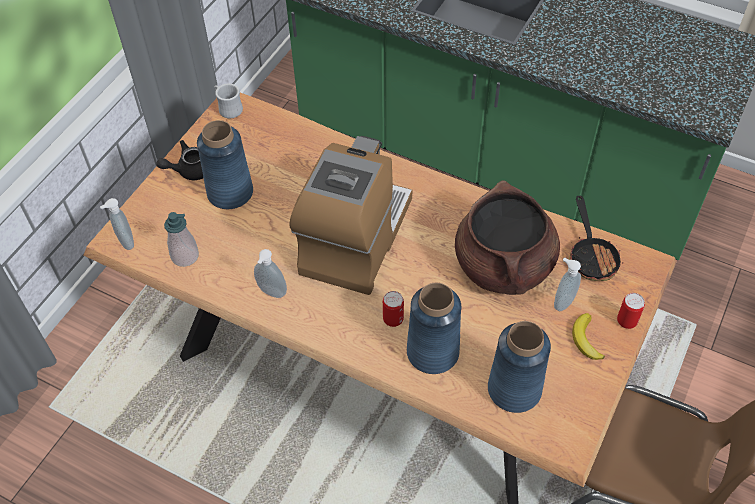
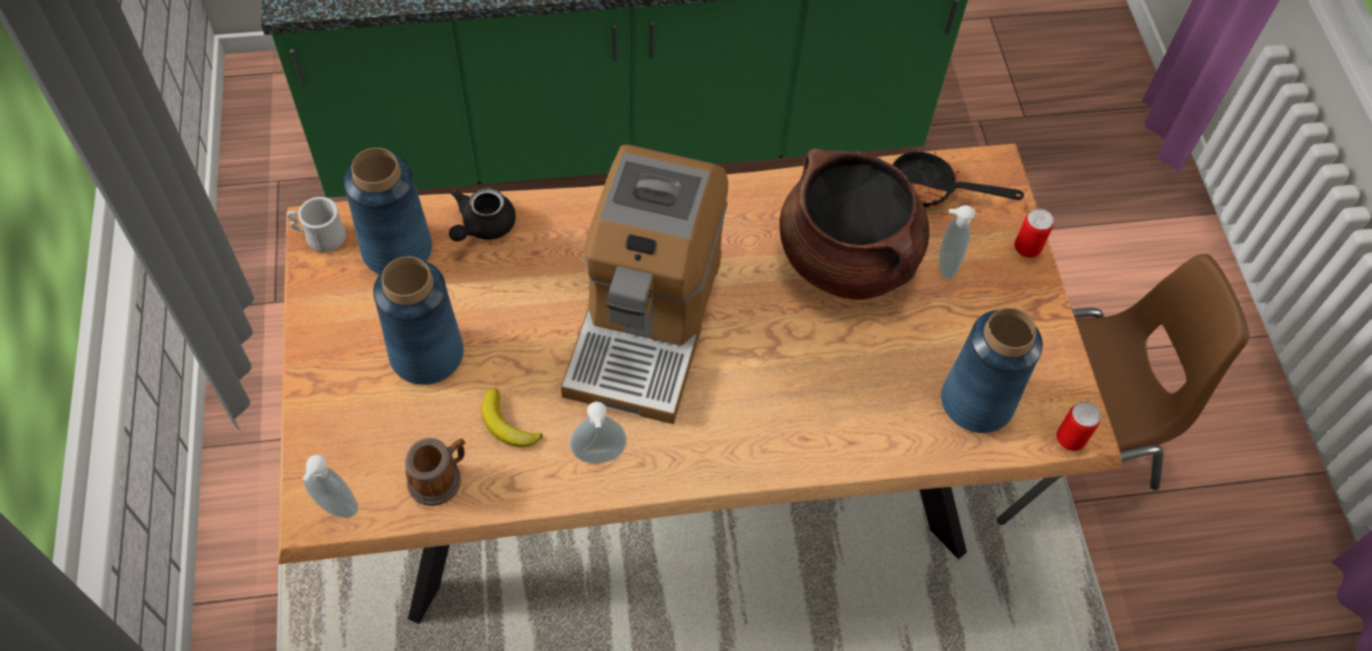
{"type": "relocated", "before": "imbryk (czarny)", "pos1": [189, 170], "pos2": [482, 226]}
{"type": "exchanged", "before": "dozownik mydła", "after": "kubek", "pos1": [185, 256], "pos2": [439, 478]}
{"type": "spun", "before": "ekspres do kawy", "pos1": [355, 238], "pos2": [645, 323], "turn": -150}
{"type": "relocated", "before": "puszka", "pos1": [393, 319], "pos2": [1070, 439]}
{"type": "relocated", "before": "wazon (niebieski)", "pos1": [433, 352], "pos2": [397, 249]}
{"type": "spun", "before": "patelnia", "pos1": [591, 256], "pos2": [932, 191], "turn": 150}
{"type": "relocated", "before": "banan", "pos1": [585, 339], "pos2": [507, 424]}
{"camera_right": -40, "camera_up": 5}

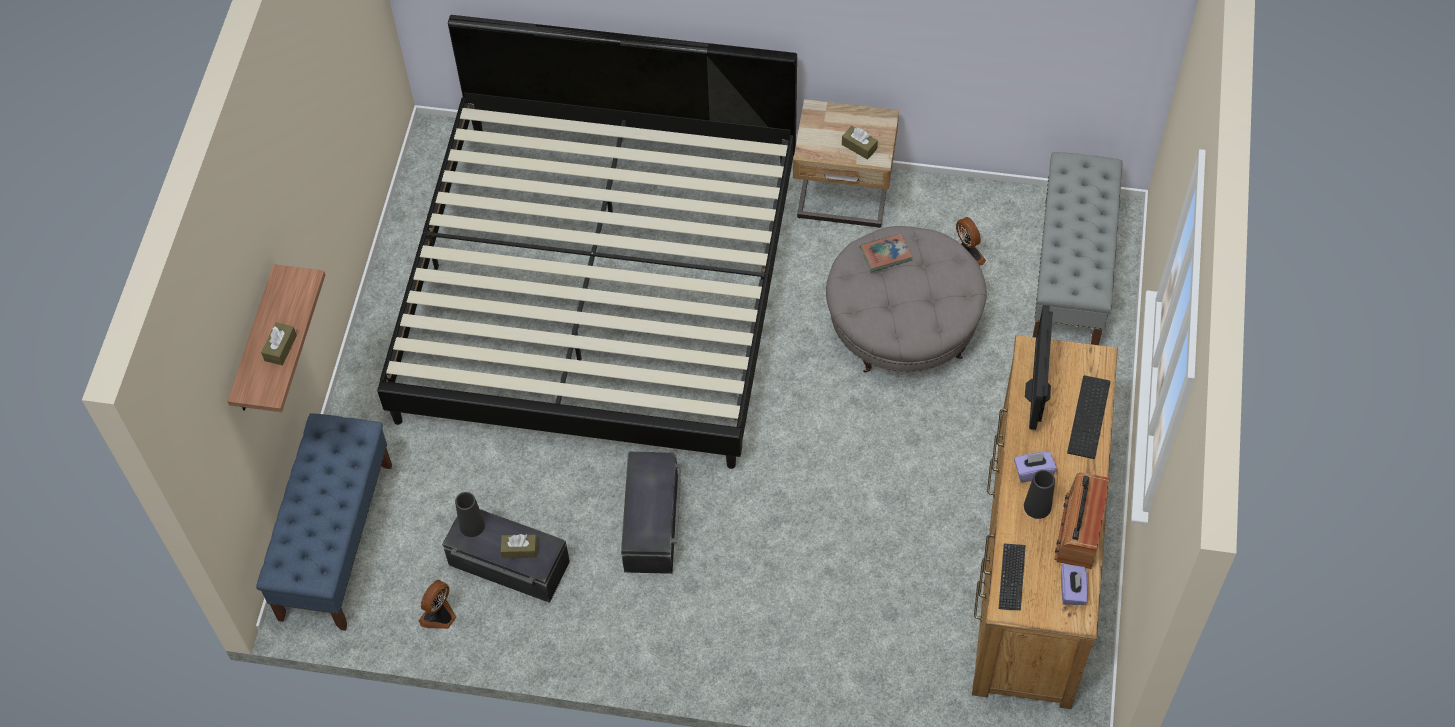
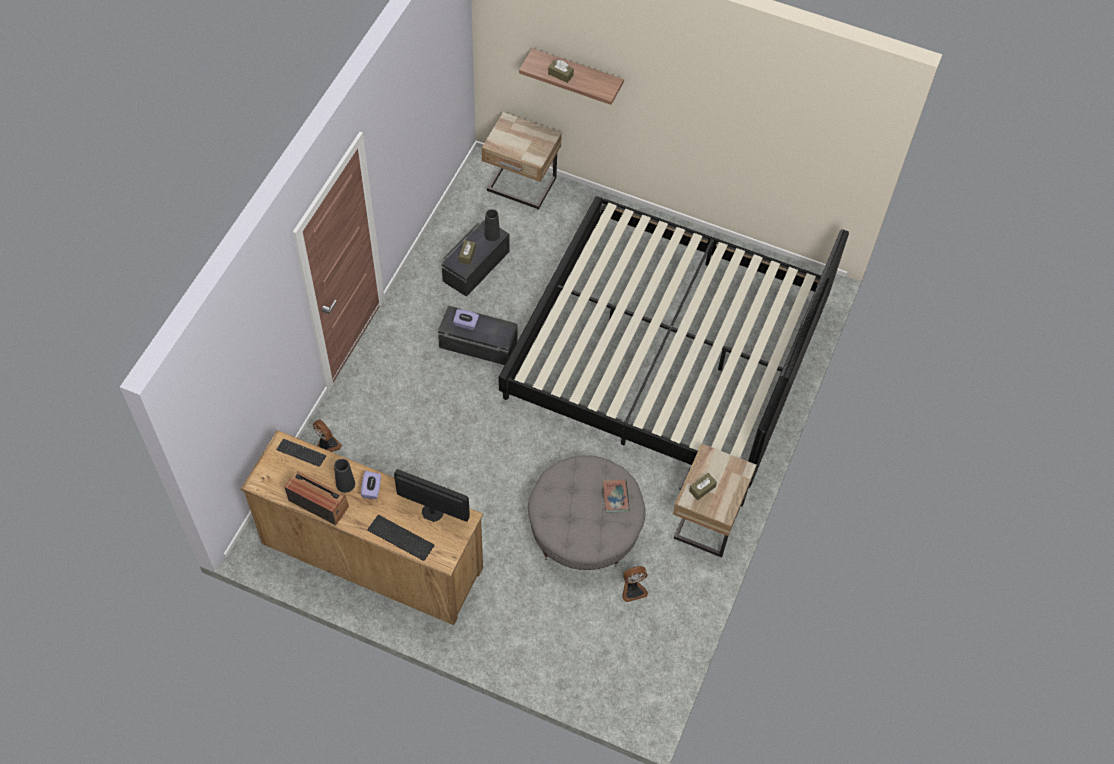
{"type": "exchanged", "before": "ławka (niebieski)", "after": "szafka nocna (beżowy)", "pos1": [336, 540], "pos2": [521, 186]}
{"type": "relocated", "before": "wentylator", "pos1": [440, 616], "pos2": [327, 445]}
{"type": "missing", "before": "ławka (szary)", "pos1": [1071, 274]}
{"type": "relocated", "before": "pudełko chusteczek (fioletowy)", "pos1": [1072, 590], "pos2": [466, 324]}
{"camera_right": 100, "camera_up": 0}

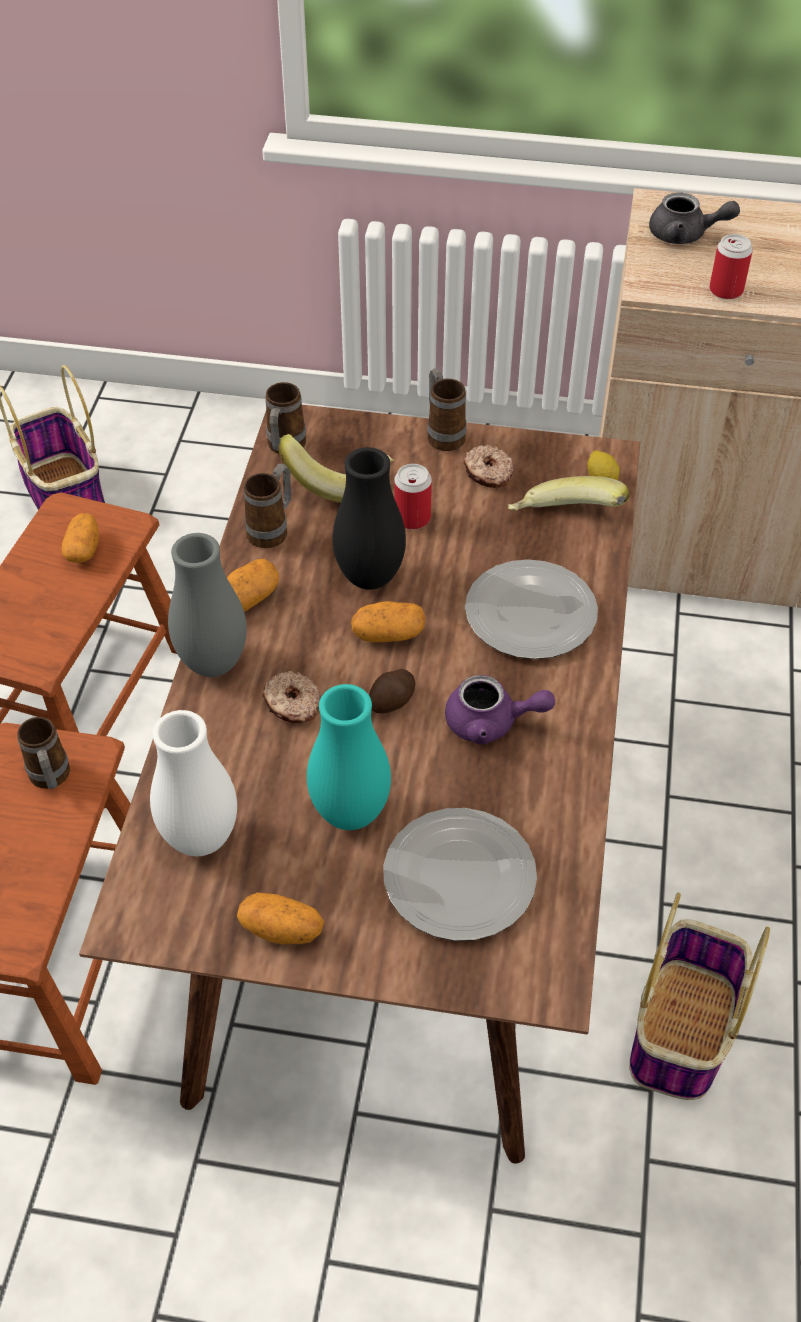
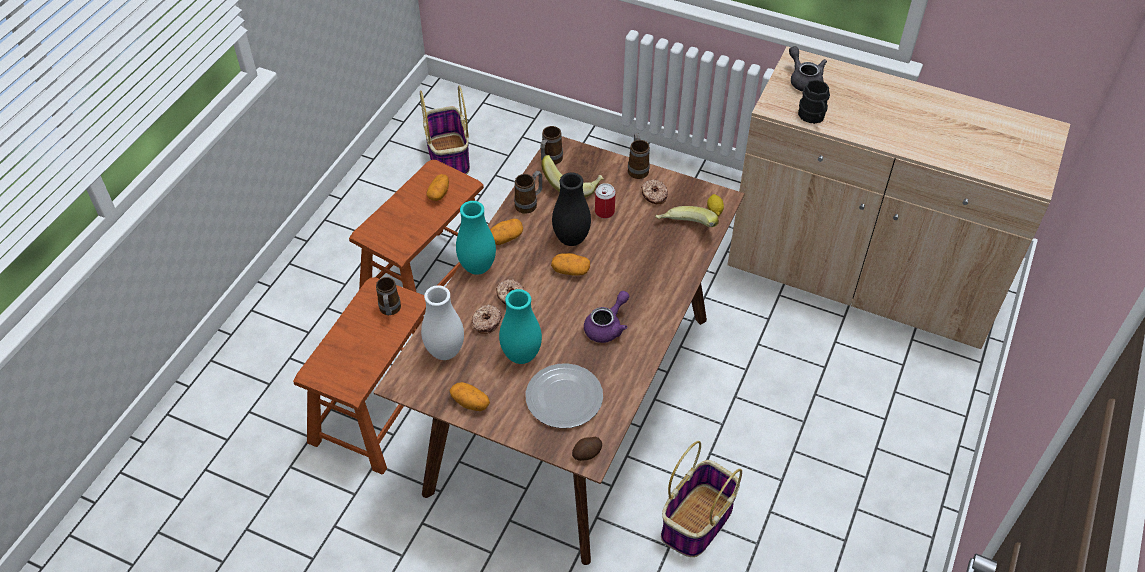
{"type": "colour", "before": "wazon (szary)", "after": "wazon (turkusowy)", "pos1": [213, 663], "pos2": [477, 267]}
{"type": "relocated", "before": "ziemniak", "pos1": [393, 701], "pos2": [587, 453]}
{"type": "spun", "before": "imbryk (fioletowy)", "pos1": [491, 723], "pos2": [607, 327], "turn": -75}
{"type": "missing", "before": "talerz", "pos1": [530, 612]}
{"type": "spun", "before": "imbryk (szary)", "pos1": [685, 235], "pos2": [804, 80], "turn": -150}
{"type": "exchanged", "before": "puszka", "after": "kubek (czarny)", "pos1": [726, 290], "pos2": [813, 117]}
{"type": "appeared", "after": "donut", "pos2": [486, 322]}
{"camera_right": 15, "camera_up": 0}

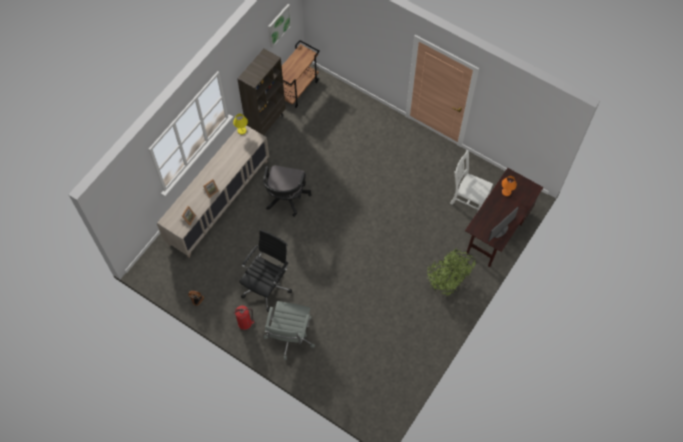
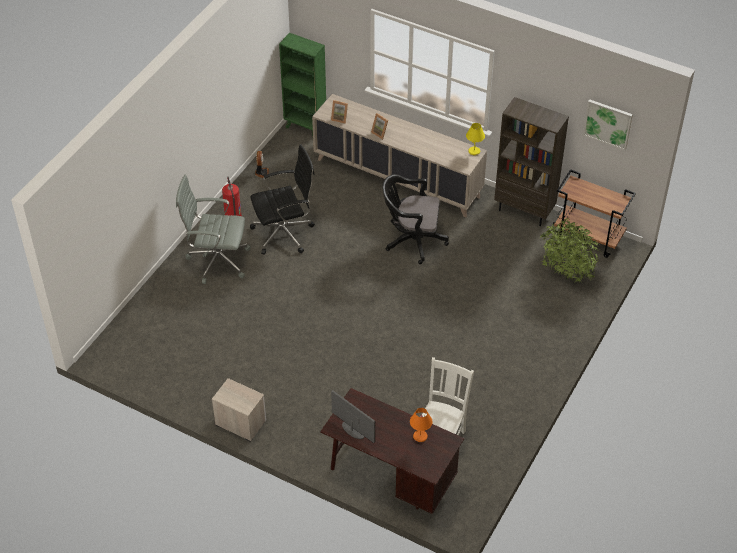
{"type": "spun", "before": "krzesło biurowe (czarny)", "pos1": [267, 285], "pos2": [285, 233], "turn": -45}
{"type": "relocated", "before": "roślina doniczkowa", "pos1": [448, 282], "pos2": [565, 273]}
{"type": "appeared", "after": "szafka nocna", "pos2": [240, 422]}
{"type": "appeared", "after": "regał (zielony)", "pos2": [305, 128]}
{"camera_right": 85, "camera_up": -15}

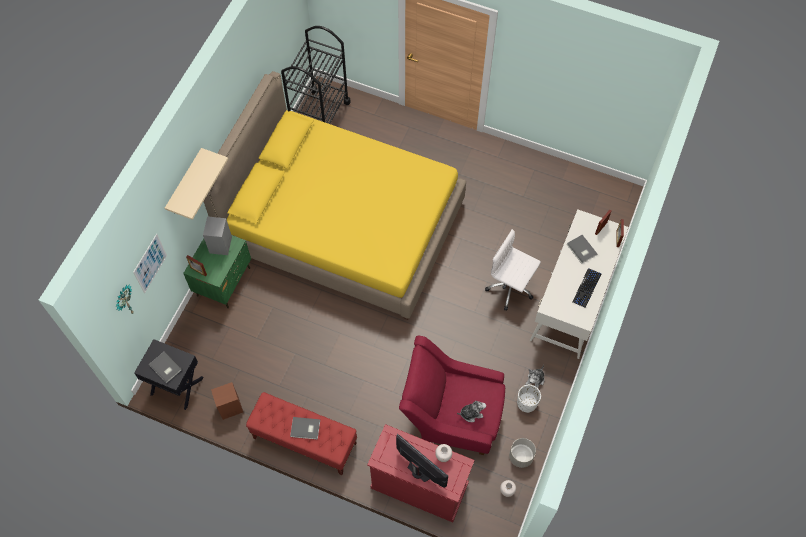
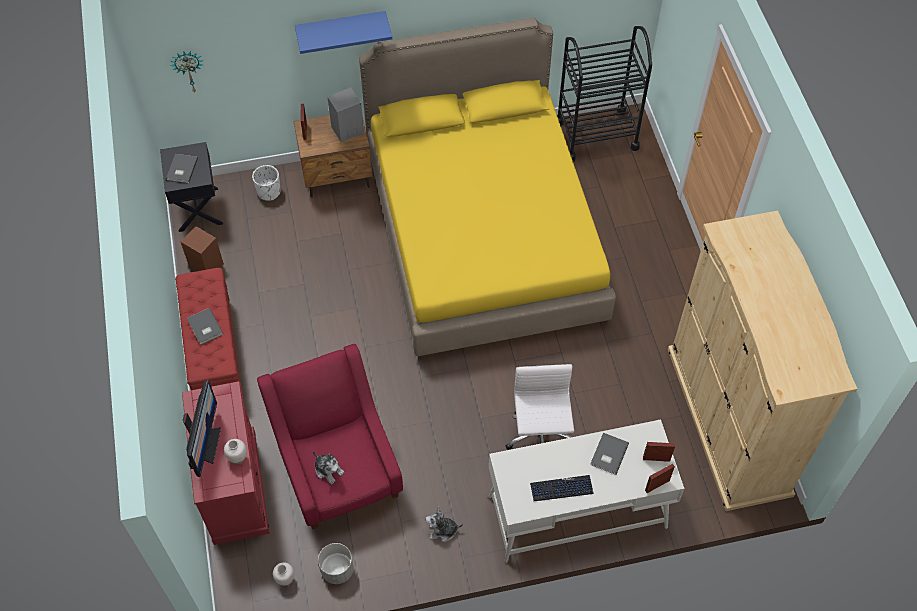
{"type": "missing", "before": "obraz", "pos1": [150, 263]}
{"type": "colour", "before": "półka (beżowy)", "after": "półka (niebieski)", "pos1": [185, 183], "pos2": [341, 28]}
{"type": "colour", "before": "szafka nocna (zielony)", "after": "szafka nocna (brązowy)", "pos1": [224, 281], "pos2": [337, 176]}
{"type": "relocated", "before": "donica (biały)", "pos1": [526, 403], "pos2": [269, 192]}
{"type": "appeared", "after": "szafa (beżowy)", "pos2": [728, 420]}
{"camera_right": 55, "camera_up": -5}

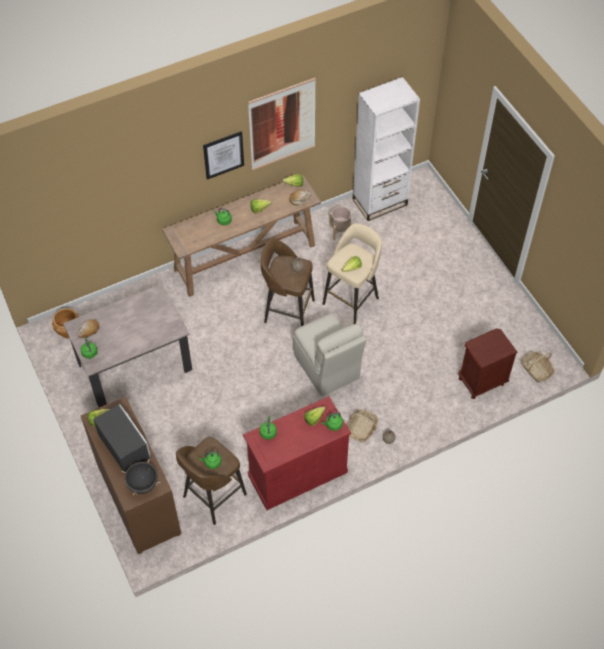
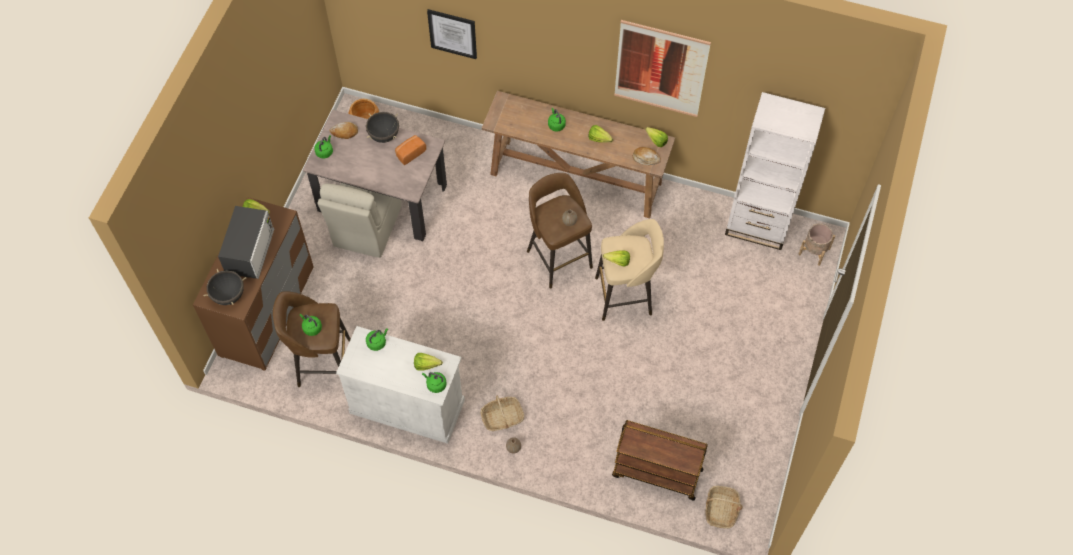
{"type": "relocated", "before": "obraz", "pos1": [223, 154], "pos2": [452, 33]}
{"type": "colour", "before": "szafka (czerwony)", "after": "szafka (biały)", "pos1": [297, 473], "pos2": [407, 406]}
{"type": "relocated", "before": "krzesło (beżowy)", "pos1": [327, 368], "pos2": [366, 227]}
{"type": "relocated", "before": "donica (beżowy)", "pos1": [340, 231], "pos2": [814, 251]}
{"type": "exchanged", "before": "szafka nocna (brązowy)", "after": "wózek (brązowy)", "pos1": [481, 381], "pos2": [656, 473]}
{"type": "appeared", "after": "garnek (czarny)", "pos2": [384, 135]}
{"type": "appeared", "after": "chleb", "pos2": [410, 153]}
{"camera_right": 45, "camera_up": 5}

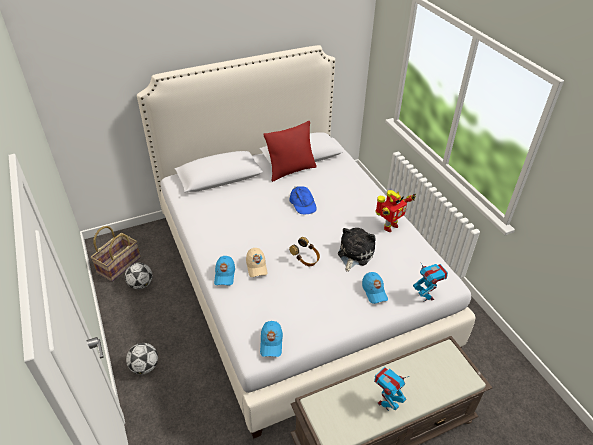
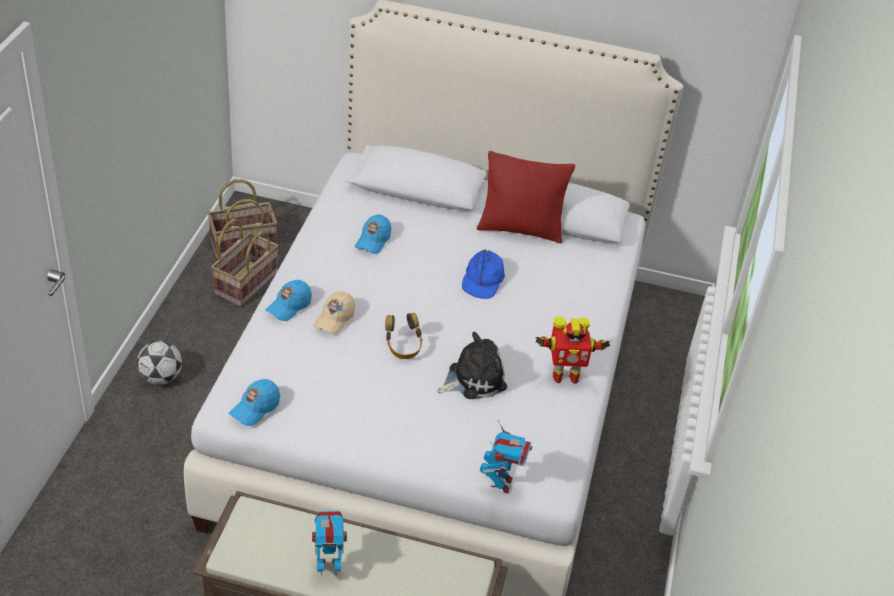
{"type": "exchanged", "before": "piłka futbolowa", "after": "koszyk", "pos1": [141, 284], "pos2": [245, 283]}
{"type": "relocated", "before": "czapka z daszkiem (niebieski)", "pos1": [374, 291], "pos2": [373, 241]}
{"camera_right": 35, "camera_up": 0}

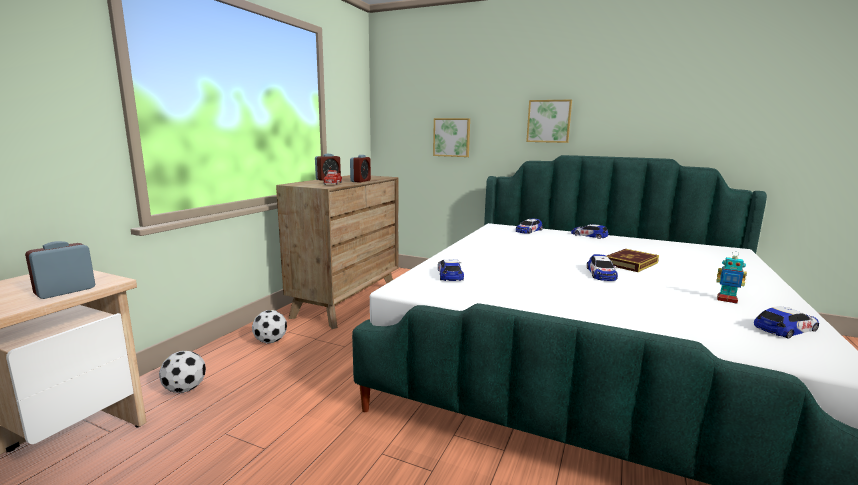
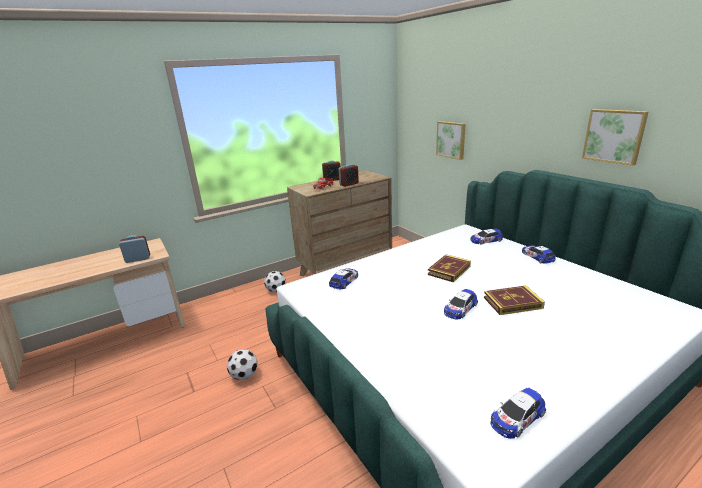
{"type": "relocated", "before": "piłka futbolowa", "pos1": [185, 389], "pos2": [244, 375]}
{"type": "relocated", "before": "obraz", "pos1": [549, 121], "pos2": [614, 136]}
{"type": "missing", "before": "robot zabawkowy", "pos1": [727, 300]}
{"type": "spun", "before": "samochodzik", "pos1": [785, 328], "pos2": [517, 417], "turn": 135}
{"type": "appeared", "after": "książka", "pos2": [449, 270]}
{"camera_right": 35, "camera_up": 10}

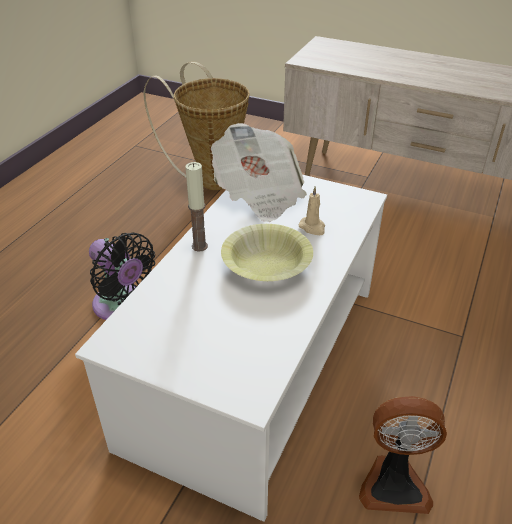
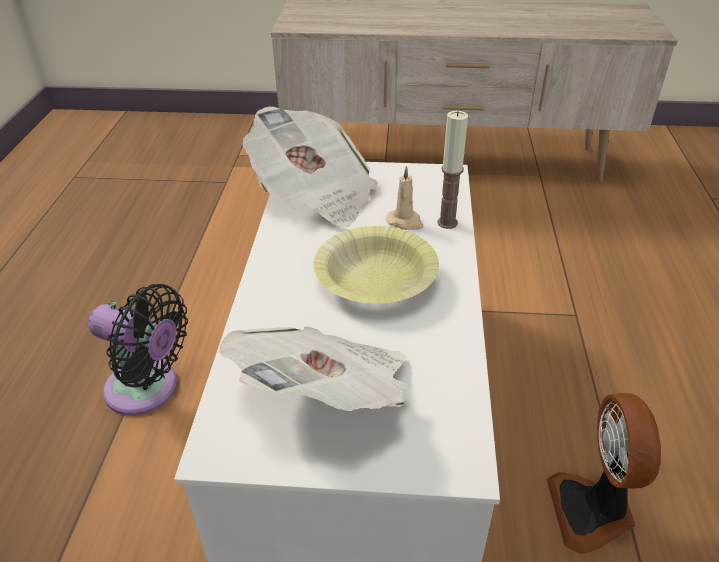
{"type": "missing", "before": "koszyk", "pos1": [210, 179]}
{"type": "relocated", "before": "świeca", "pos1": [199, 246], "pos2": [447, 222]}
{"type": "spun", "before": "wentylator", "pos1": [394, 483], "pos2": [592, 511], "turn": 105}
{"type": "appeared", "after": "gazeta", "pos2": [328, 396]}
{"camera_right": -20, "camera_up": 0}

